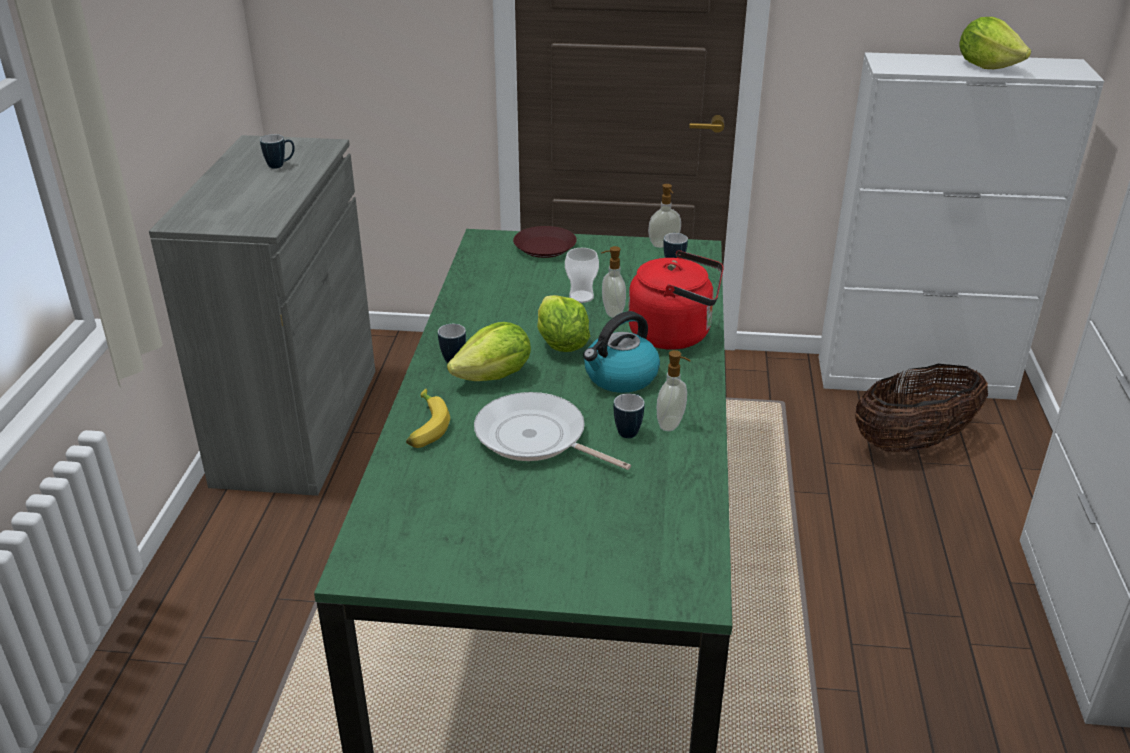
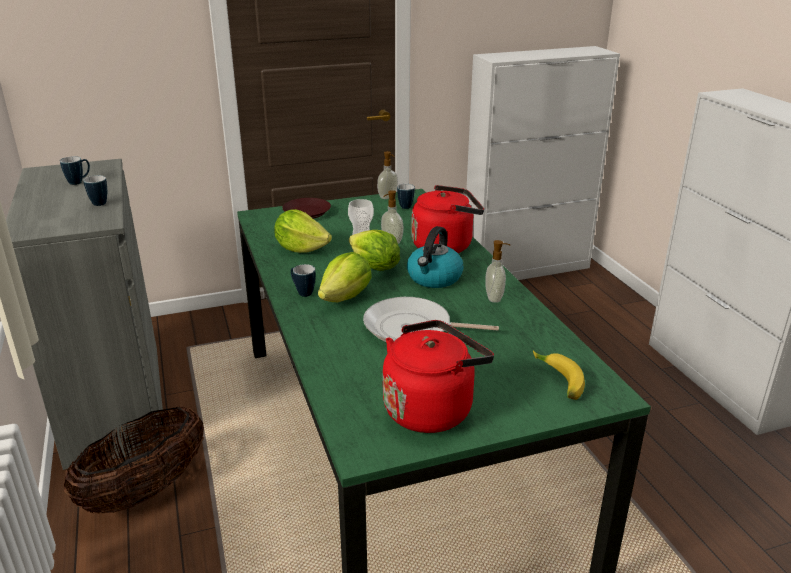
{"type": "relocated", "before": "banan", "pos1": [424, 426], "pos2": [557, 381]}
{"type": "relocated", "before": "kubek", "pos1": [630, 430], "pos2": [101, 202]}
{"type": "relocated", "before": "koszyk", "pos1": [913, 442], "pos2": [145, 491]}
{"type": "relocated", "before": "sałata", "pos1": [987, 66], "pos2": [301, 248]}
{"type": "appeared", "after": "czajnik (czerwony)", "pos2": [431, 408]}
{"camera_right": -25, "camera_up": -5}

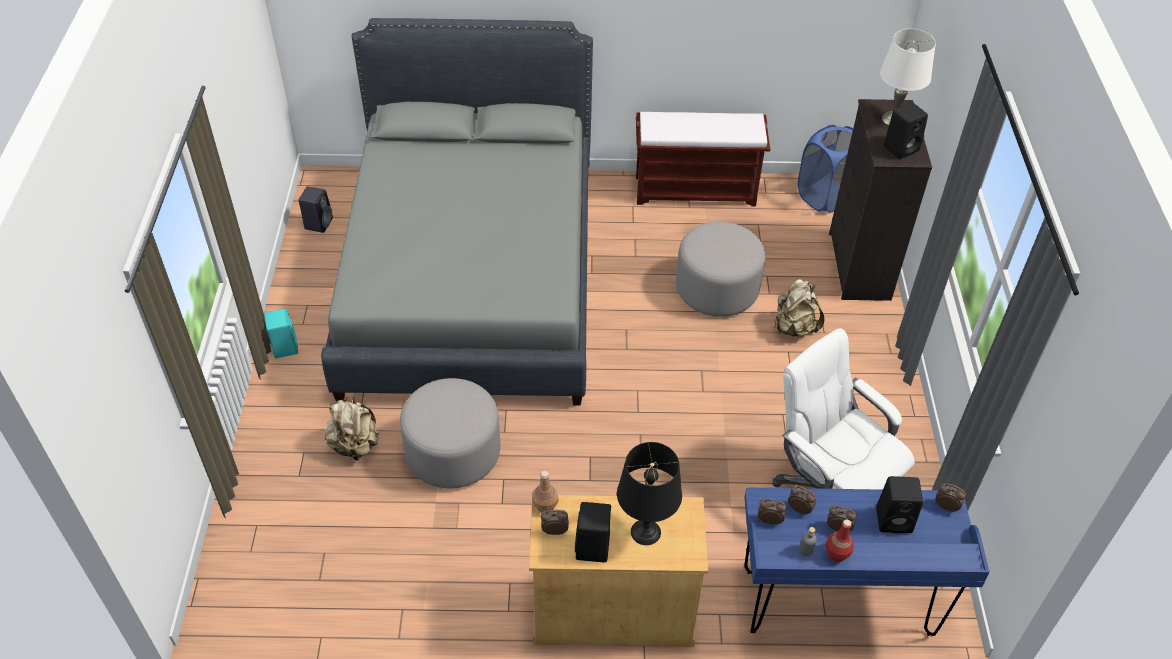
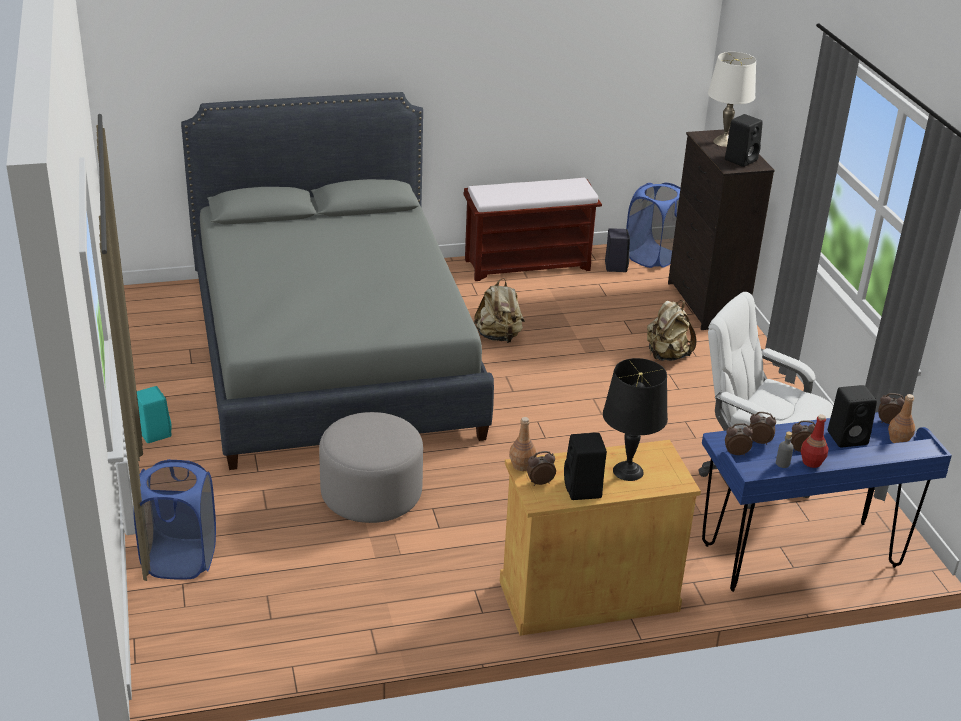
{"type": "relocated", "before": "głośnik (czarny)", "pos1": [318, 223], "pos2": [615, 266]}
{"type": "relocated", "before": "plecak (beżowy)", "pos1": [355, 445], "pos2": [498, 337]}
{"type": "missing", "before": "pufa (szary)", "pos1": [717, 289]}
{"type": "appeared", "after": "kosz na pranie (niebieski)", "pos2": [180, 559]}
{"type": "appeared", "after": "butelka (brązowy)", "pos2": [898, 440]}
{"camera_right": -15, "camera_up": -15}

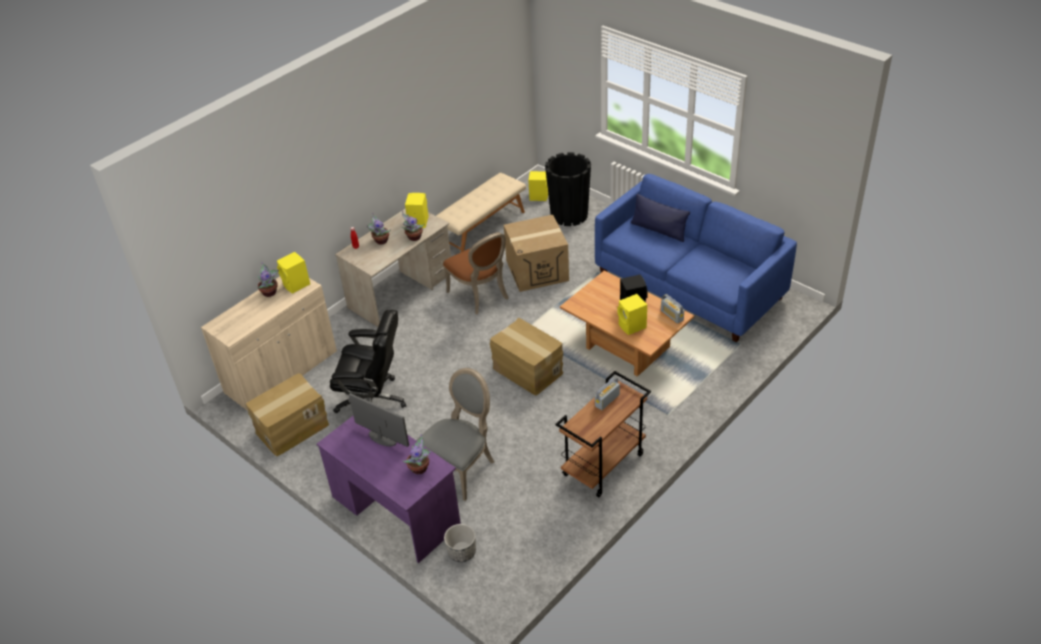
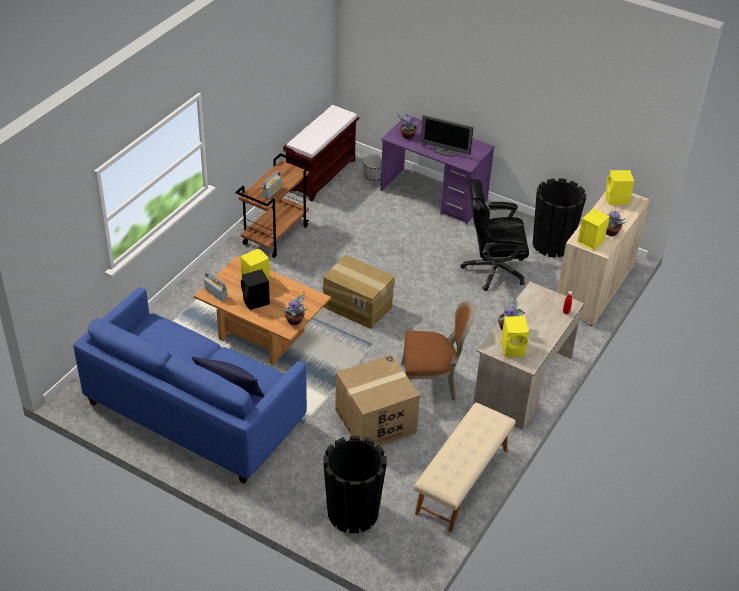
{"type": "exchanged", "before": "karton", "after": "donica (czarny)", "pos1": [292, 428], "pos2": [552, 244]}
{"type": "relocated", "before": "roślina doniczkowa", "pos1": [380, 240], "pos2": [295, 321]}
{"type": "missing", "before": "krzesło (szary)", "pos1": [461, 467]}
{"type": "spun", "before": "krzesło (brązowy)", "pos1": [481, 295], "pos2": [431, 384], "turn": 135}
{"type": "relocated", "before": "głośnik (żółty)", "pos1": [539, 196], "pos2": [616, 200]}
{"type": "appeared", "after": "ławka (brązowy)", "pos2": [321, 175]}
{"camera_right": 165, "camera_up": 0}

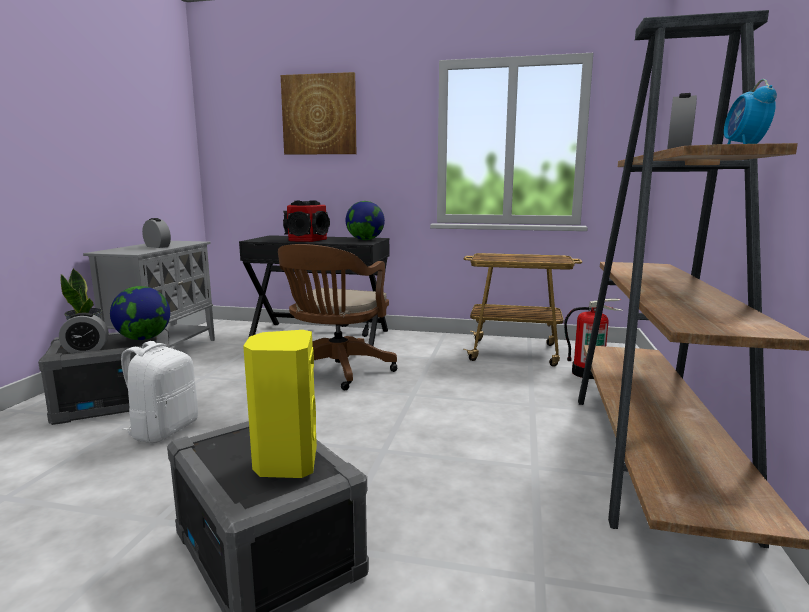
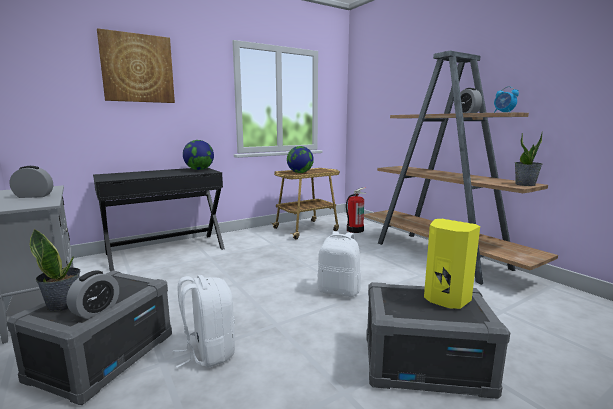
{"type": "relocated", "before": "globus", "pos1": [143, 338], "pos2": [300, 172]}
{"type": "missing", "before": "krzesło biurowe (brązowy)", "pos1": [336, 372]}
{"type": "missing", "before": "głośnik", "pos1": [306, 239]}
{"type": "appeared", "after": "plecak (biały)", "pos2": [339, 291]}
{"type": "appeared", "after": "roślina doniczkowa", "pos2": [525, 184]}
{"camera_right": -45, "camera_up": 0}

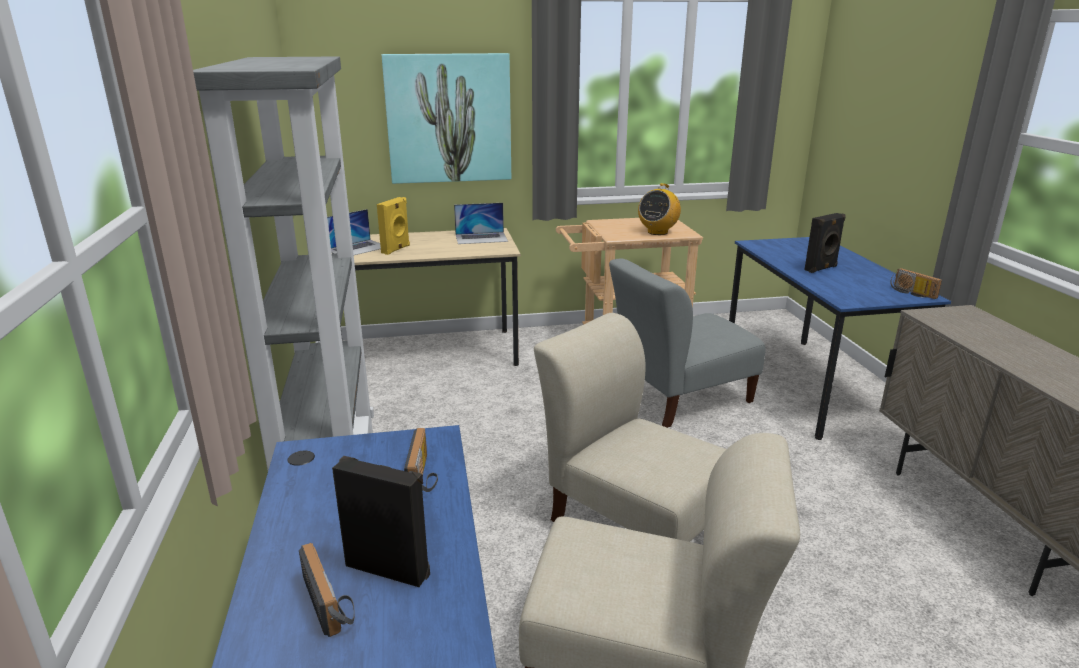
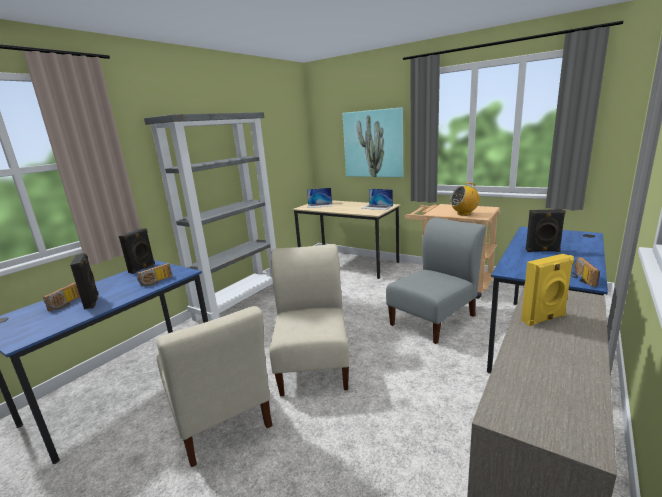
{"type": "relocated", "before": "głośnik (żółty)", "pos1": [396, 249], "pos2": [544, 319]}
{"type": "spun", "before": "krzesło (szary)", "pos1": [679, 398], "pos2": [435, 318], "turn": 120}
{"type": "appeared", "after": "głośnik (czarny)", "pos2": [142, 268]}
{"camera_right": 45, "camera_up": -5}

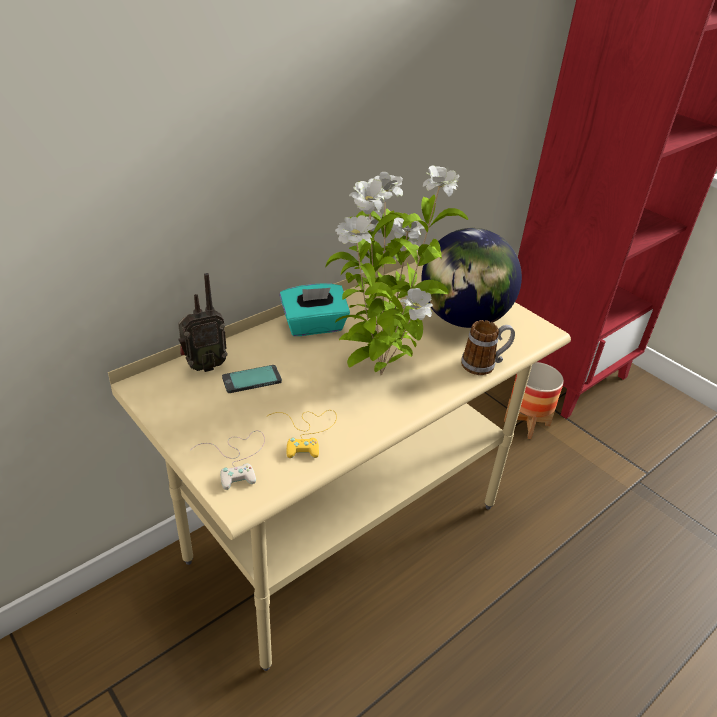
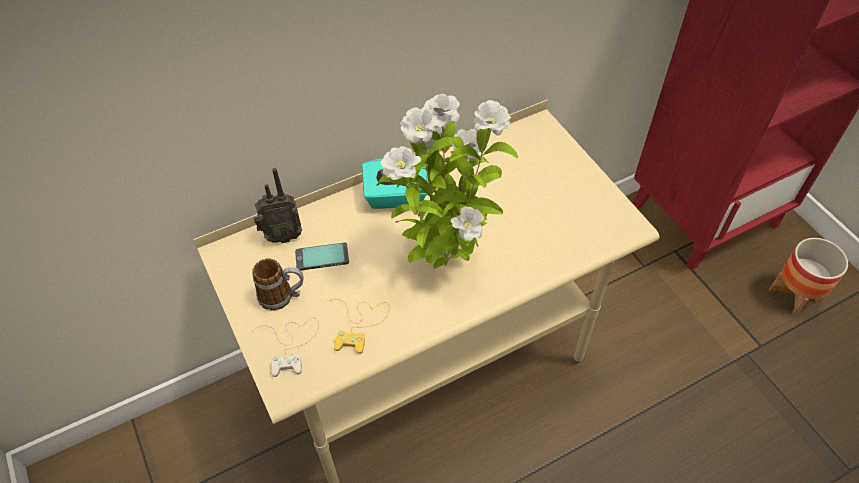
{"type": "missing", "before": "globus", "pos1": [463, 319]}
{"type": "relocated", "before": "kubek", "pos1": [484, 365], "pos2": [282, 296]}
{"type": "relocated", "before": "donica", "pos1": [527, 423], "pos2": [794, 296]}
{"camera_right": 15, "camera_up": 15}

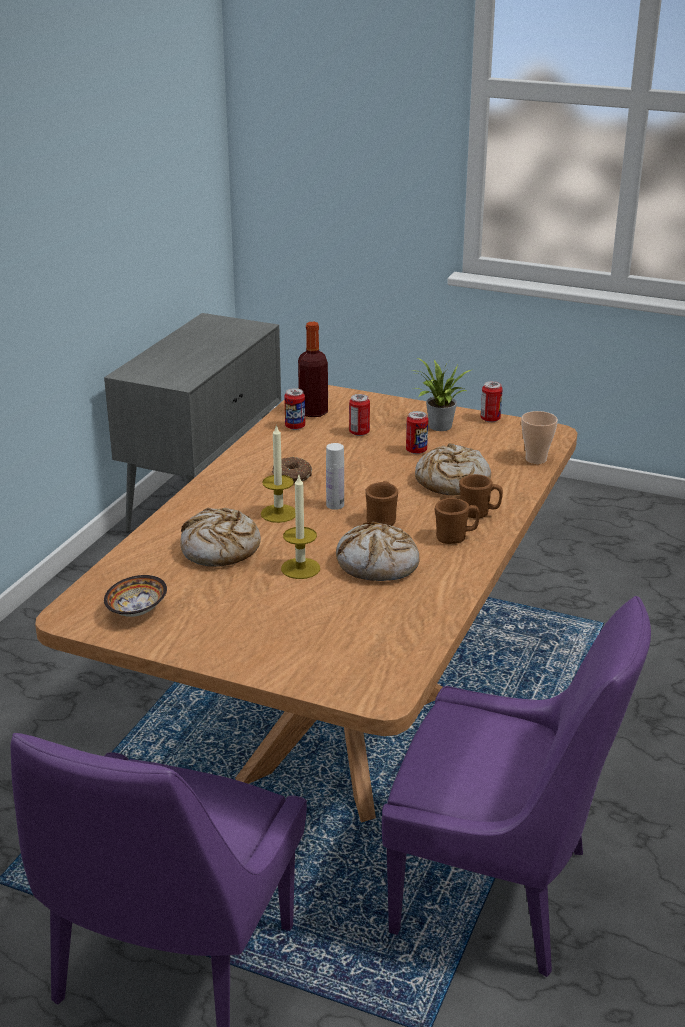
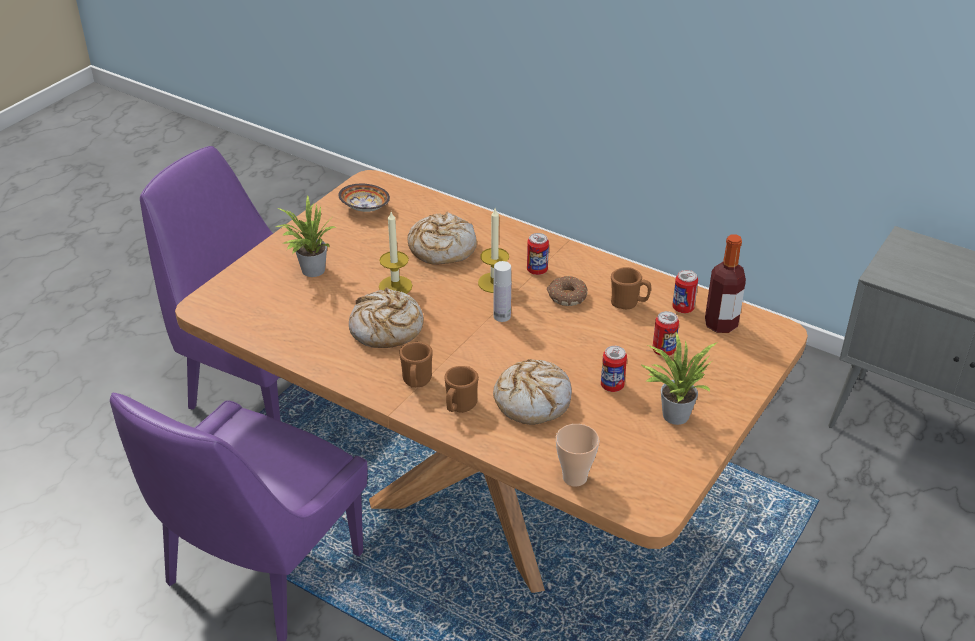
{"type": "relocated", "before": "kubek (brązowy)", "pos1": [382, 519], "pos2": [628, 303]}
{"type": "relocated", "before": "puszka", "pos1": [490, 419], "pos2": [537, 270]}
{"type": "appeared", "after": "roślina doniczkowa", "pos2": [310, 270]}
{"camera_right": 100, "camera_up": 10}

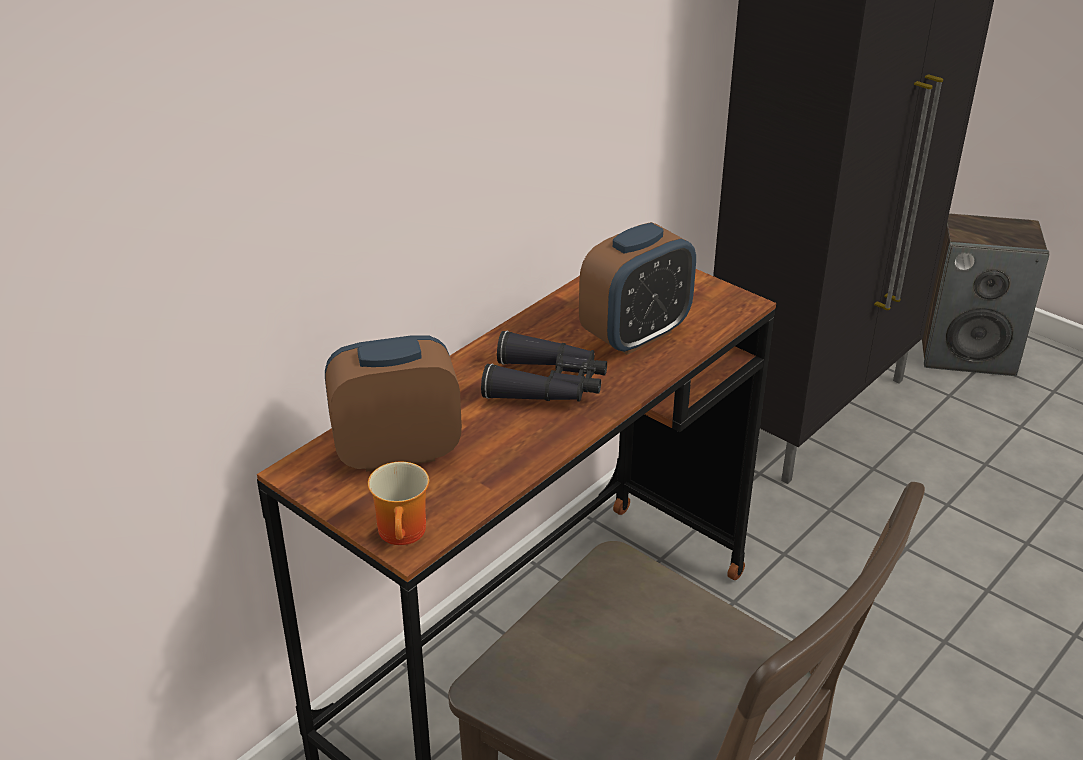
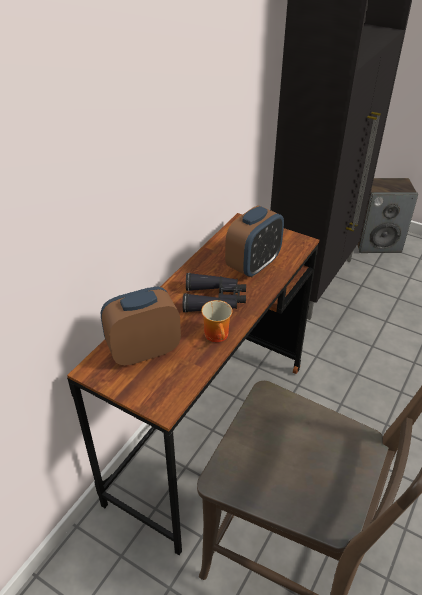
{"type": "relocated", "before": "kubek", "pos1": [406, 533], "pos2": [219, 335]}
{"camera_right": -10, "camera_up": 5}

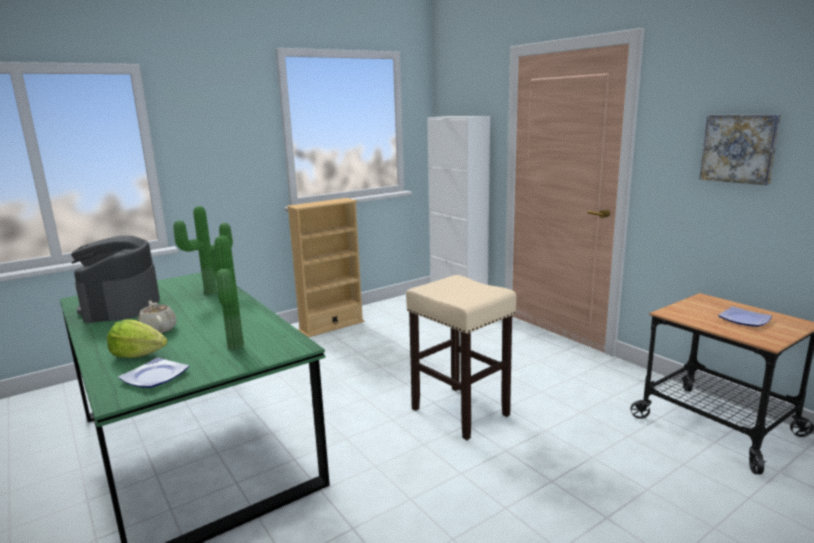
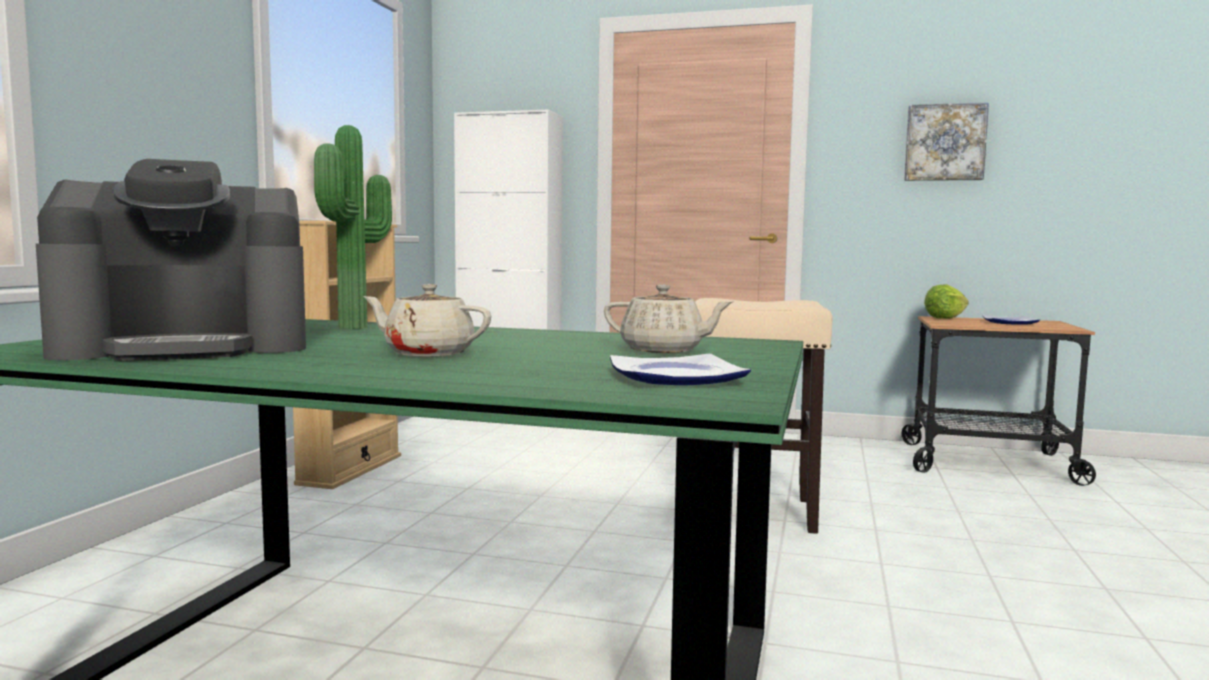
{"type": "spun", "before": "ekspres do kawy", "pos1": [121, 306], "pos2": [188, 347], "turn": -60}
{"type": "relocated", "before": "sałata", "pos1": [138, 355], "pos2": [945, 318]}
{"type": "exchanged", "before": "roślina doniczkowa", "after": "imbryk (beżowy)", "pos1": [232, 347], "pos2": [664, 350]}
{"camera_right": -40, "camera_up": -10}

